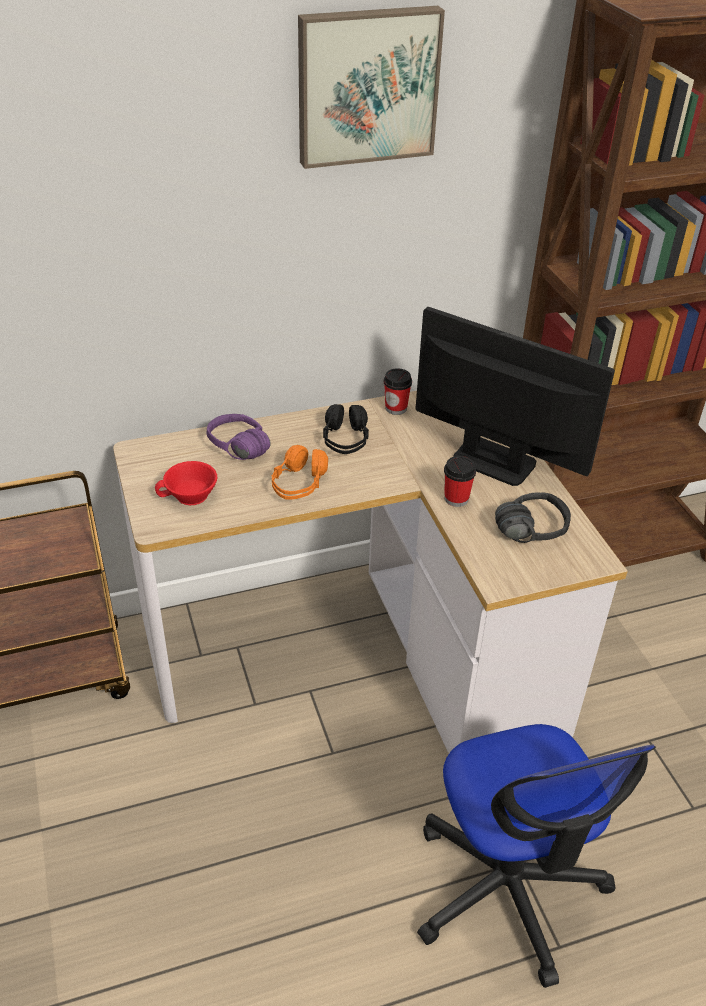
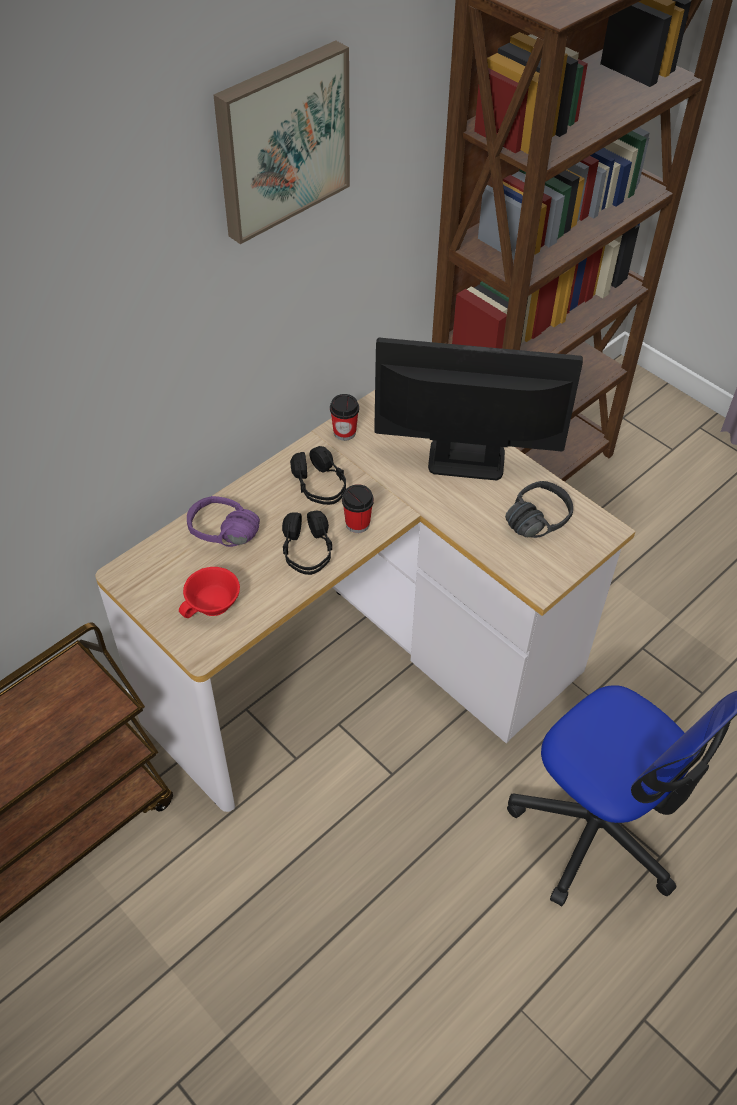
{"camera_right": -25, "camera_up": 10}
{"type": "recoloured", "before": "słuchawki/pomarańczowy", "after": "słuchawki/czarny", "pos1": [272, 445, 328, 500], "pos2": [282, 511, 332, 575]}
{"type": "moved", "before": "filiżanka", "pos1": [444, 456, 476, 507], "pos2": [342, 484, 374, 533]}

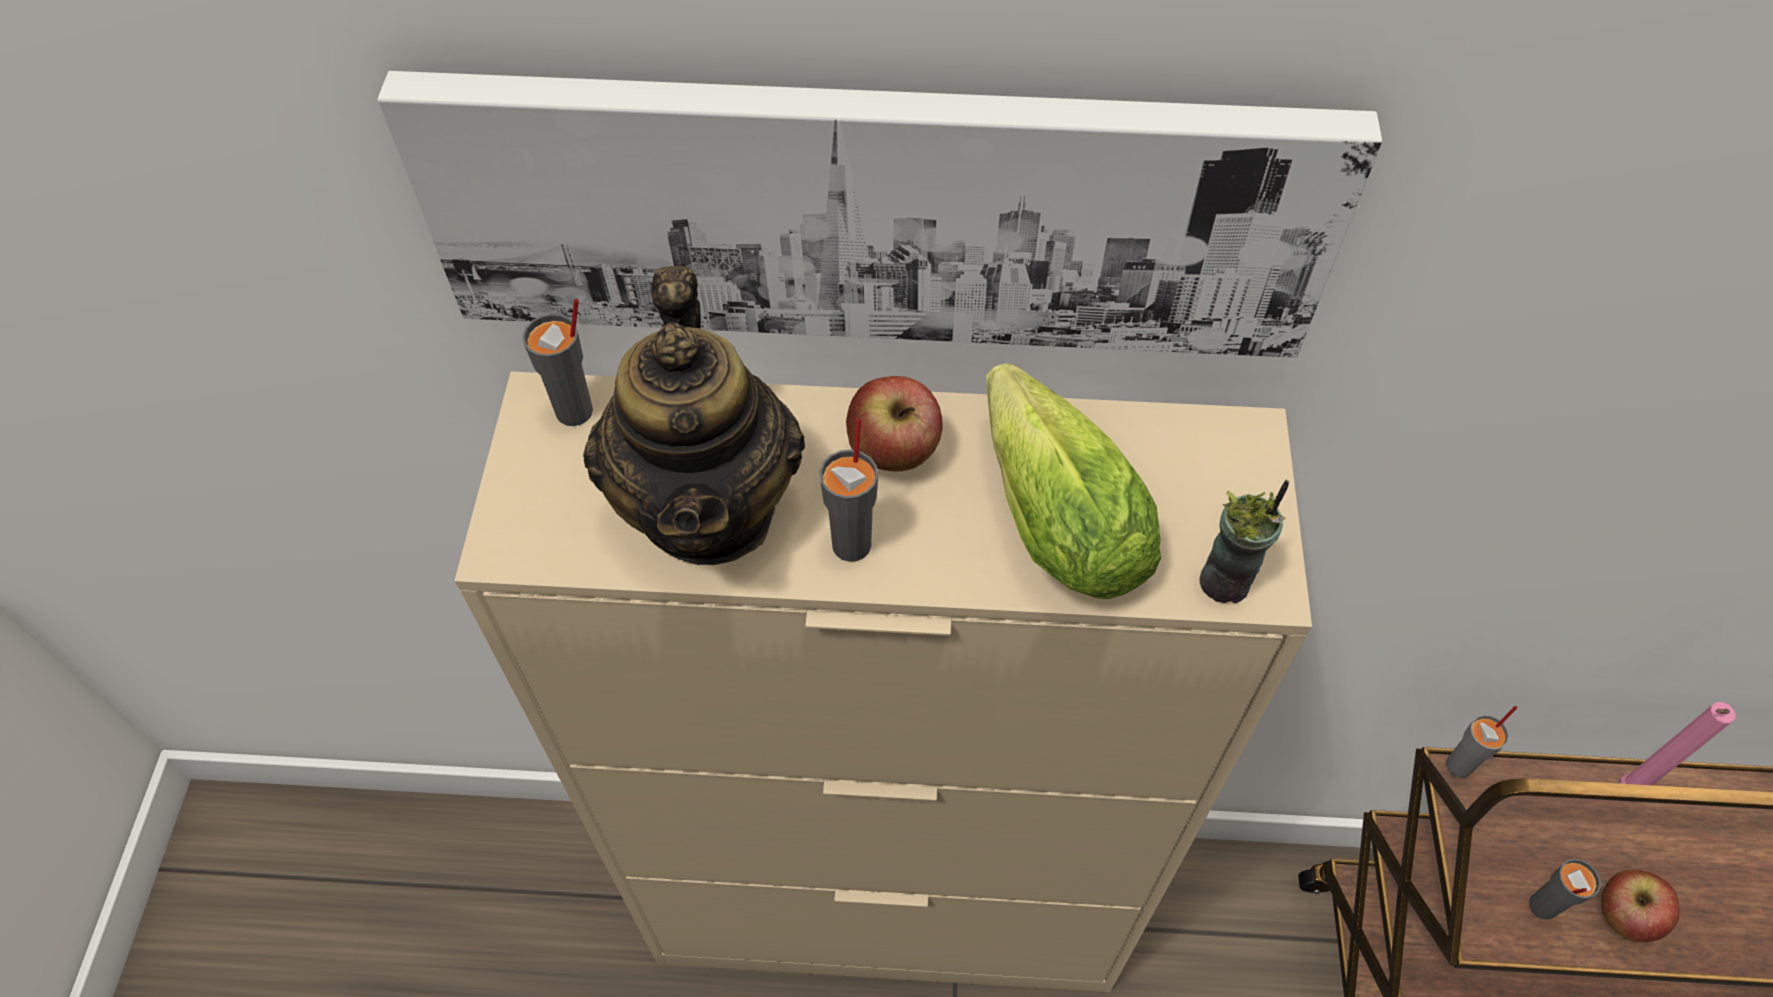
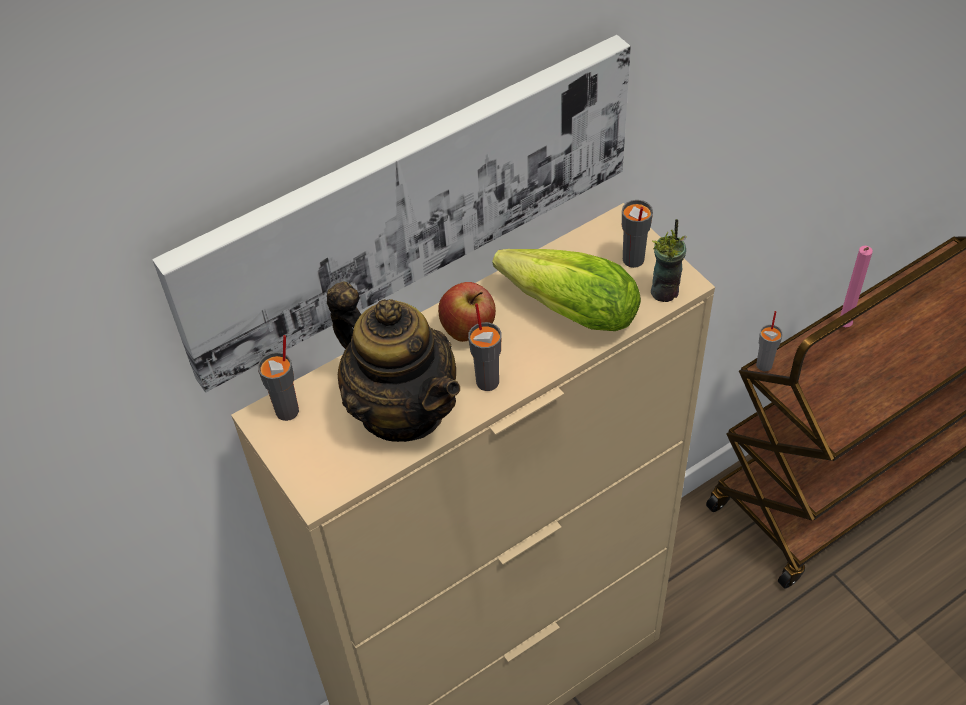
{"camera_right": -35, "camera_up": -5}
{"type": "moved", "before": "filiżanka/szary", "pos1": [1529, 859, 1601, 920], "pos2": [622, 200, 653, 268]}
{"type": "removed", "before": "jabłko", "pos1": [1601, 870, 1680, 943]}

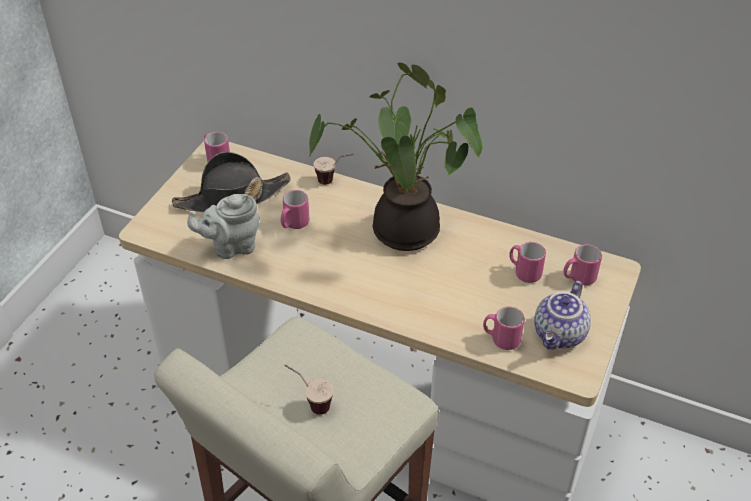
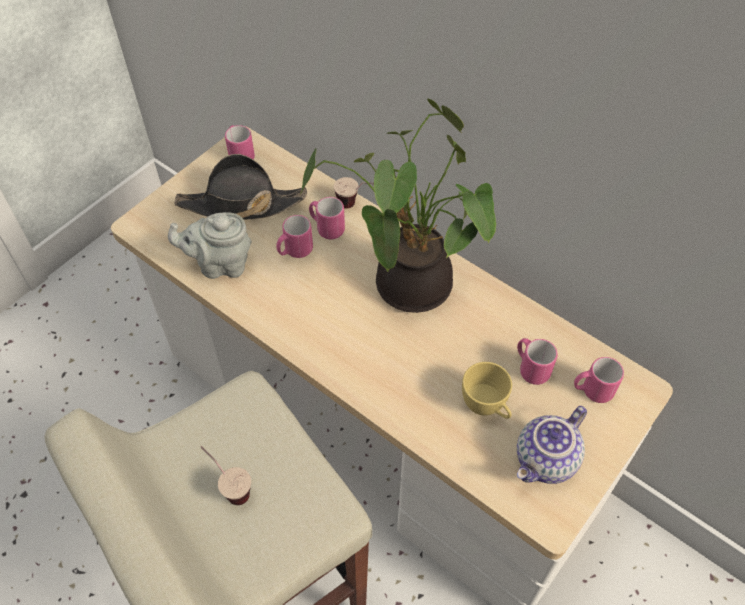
{"camera_right": 15, "camera_up": 10}
{"type": "moved", "before": "kubek/różowy", "pos1": [483, 307, 525, 350], "pos2": [309, 197, 345, 239]}
{"type": "added", "after": "filiżanka/żółty", "pos2": [462, 362, 512, 419]}

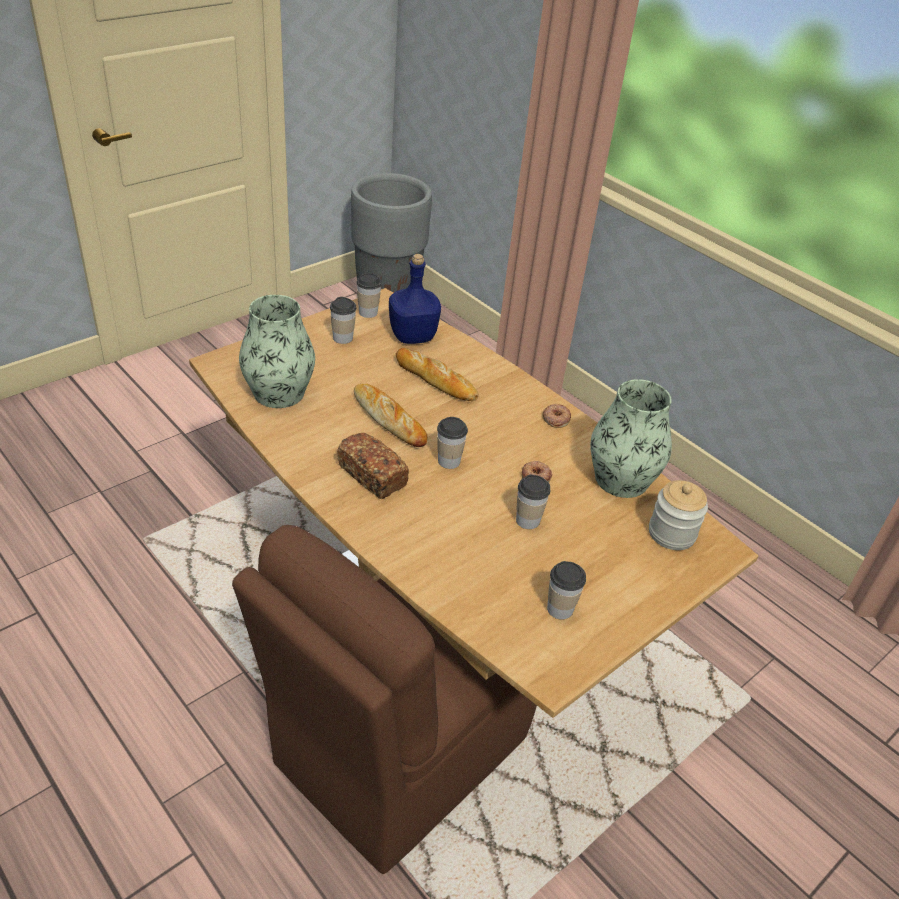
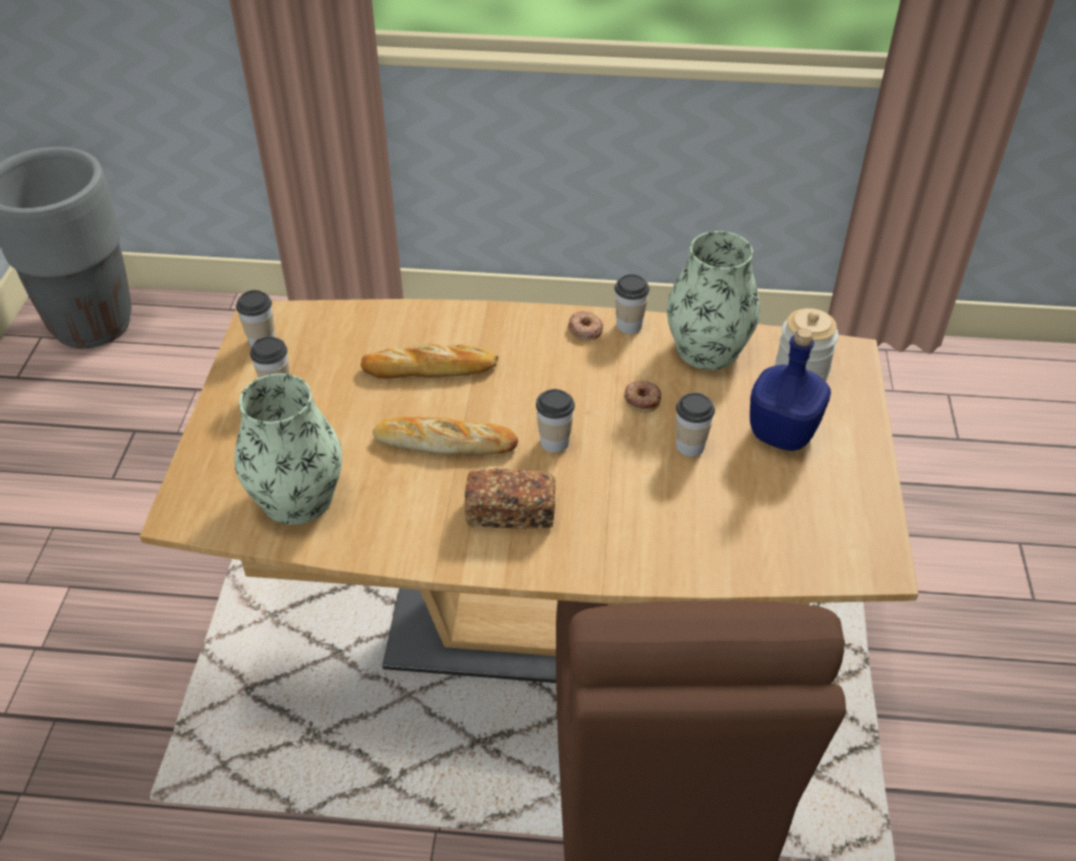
{"camera_right": -40, "camera_up": 5}
{"type": "moved", "before": "filiżanka", "pos1": [547, 561, 586, 620], "pos2": [615, 274, 650, 334]}
{"type": "moved", "before": "butelka/niebieski", "pos1": [389, 254, 441, 344], "pos2": [750, 328, 831, 451]}

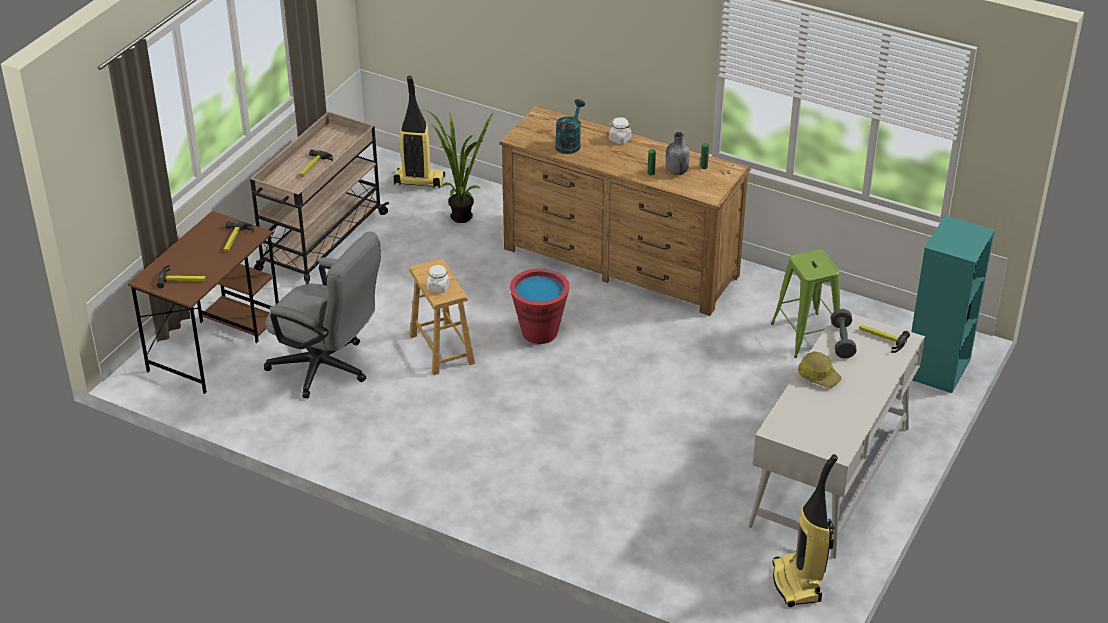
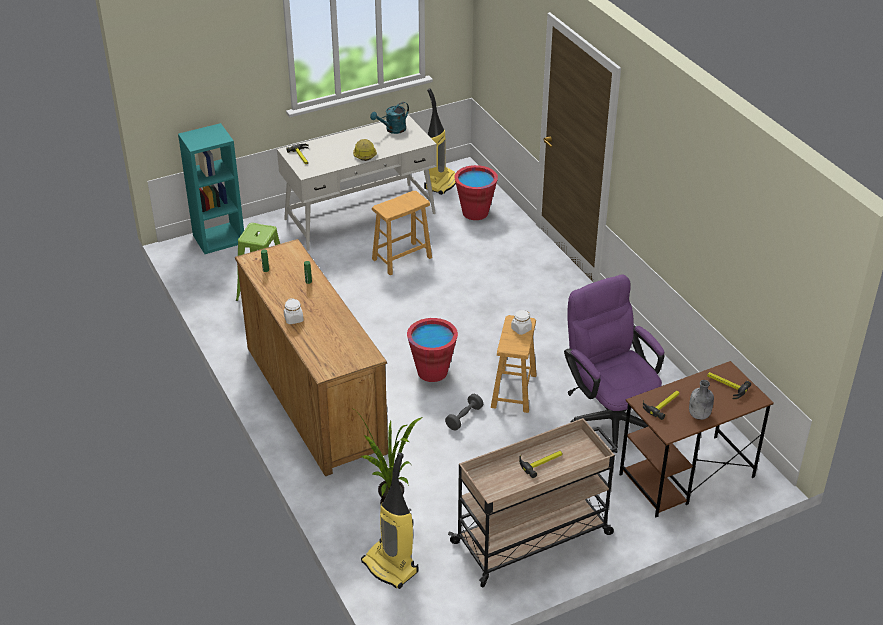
{"camera_right": -145, "camera_up": 0}
{"type": "moved", "before": "konewka/turkusowy", "pos1": [555, 99, 585, 154], "pos2": [370, 102, 409, 134]}
{"type": "added", "after": "stołek/brązowy", "pos2": [372, 191, 432, 275]}
{"type": "moved", "before": "hantel/szary", "pos1": [831, 309, 857, 359], "pos2": [445, 394, 483, 431]}
{"type": "added", "after": "wiadro/czerwony", "pos2": [454, 165, 498, 220]}
{"type": "recoloured", "before": "krzesło biurowe/szary", "after": "krzesło biurowe/fioletowy", "pos1": [264, 231, 381, 398], "pos2": [564, 274, 665, 453]}
{"type": "moved", "before": "butelka/szary", "pos1": [666, 132, 690, 175], "pos2": [689, 380, 714, 420]}

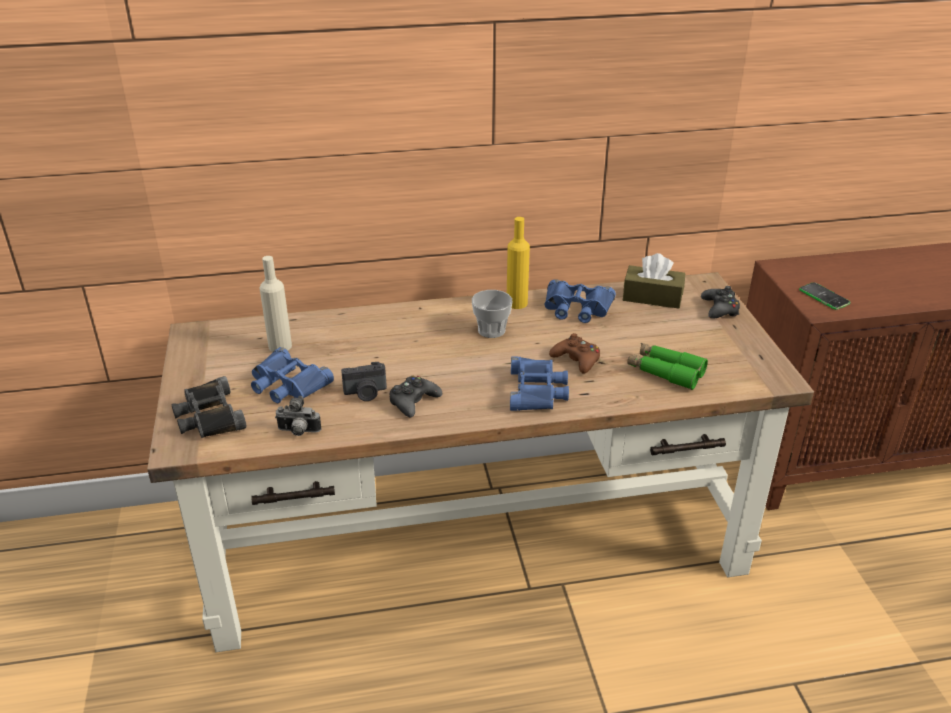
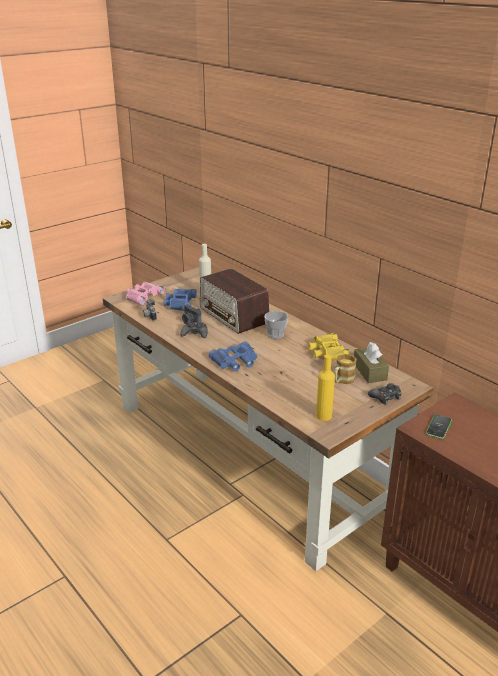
{"camera_right": 60, "camera_up": -5}
{"type": "recoloured", "before": "lornetka/czarny", "after": "lornetka/różowy", "pos1": [171, 376, 246, 438], "pos2": [126, 282, 165, 306]}
{"type": "added", "after": "radio", "pos2": [200, 269, 269, 334]}
{"type": "recoloured", "before": "lornetka/niebieski", "after": "lornetka/żółty", "pos1": [544, 279, 616, 323], "pos2": [308, 333, 350, 360]}
{"type": "moved", "before": "butelka/żółty", "pos1": [507, 217, 530, 309], "pos2": [316, 355, 335, 421]}
{"type": "added", "after": "kubek", "pos2": [334, 354, 357, 384]}
{"type": "removed", "before": "pad do gier/brązowy", "pos1": [549, 333, 600, 374]}
{"type": "removed", "before": "lornetka/zielony", "pos1": [627, 343, 708, 390]}

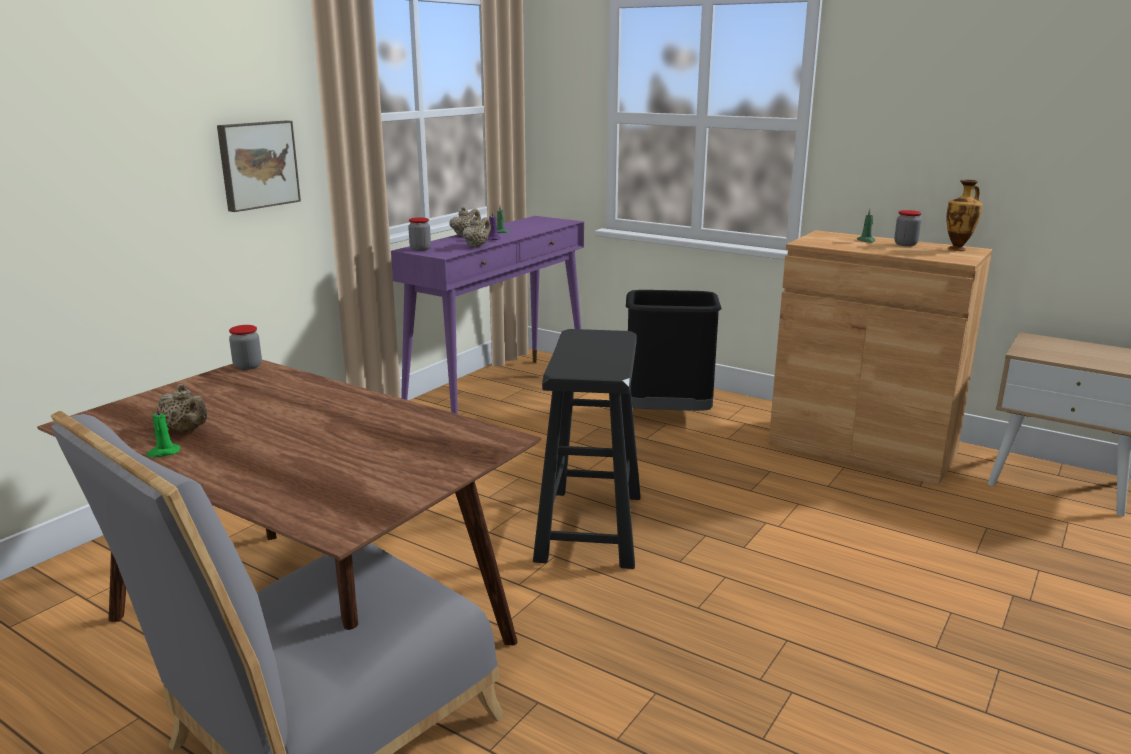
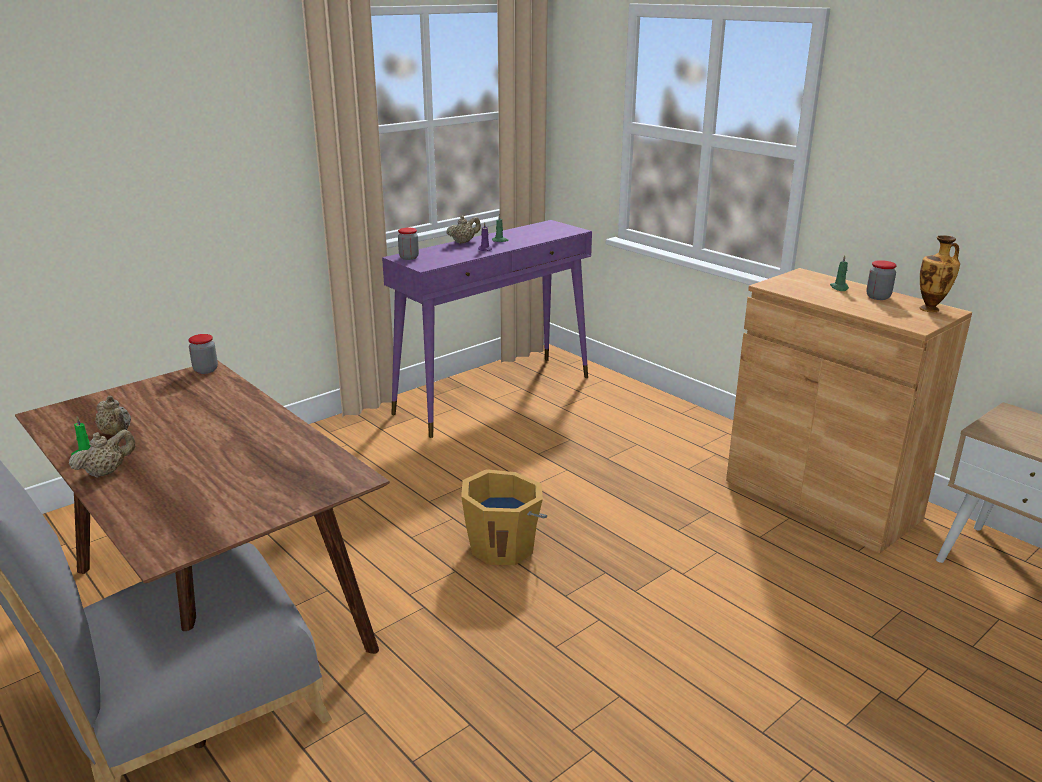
{"camera_right": 15, "camera_up": 5}
{"type": "moved", "before": "imbryk/beżowy", "pos1": [463, 216, 491, 247], "pos2": [69, 429, 135, 478]}
{"type": "replaced", "before": "stołek/czarny", "after": "wiadro/pomarańczowy", "pos1": [533, 329, 641, 569], "pos2": [461, 469, 547, 565]}
{"type": "removed", "before": "obraz", "pos1": [217, 120, 301, 212]}
{"type": "removed", "before": "kosz na śmieci/czarny", "pos1": [626, 290, 722, 411]}

